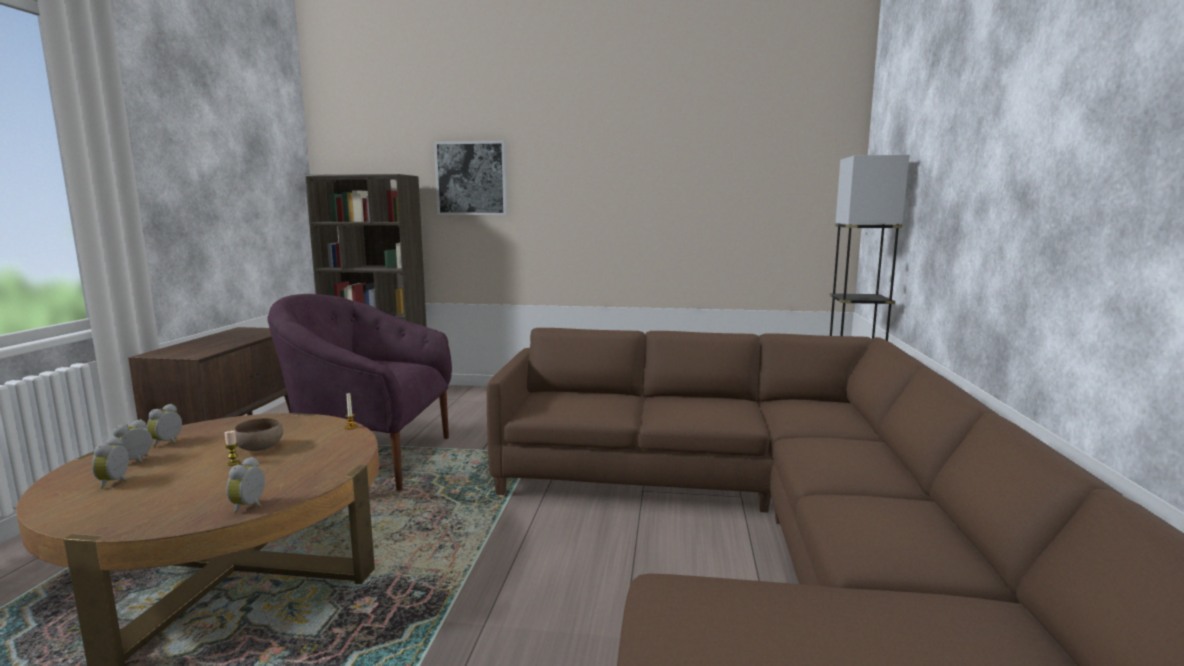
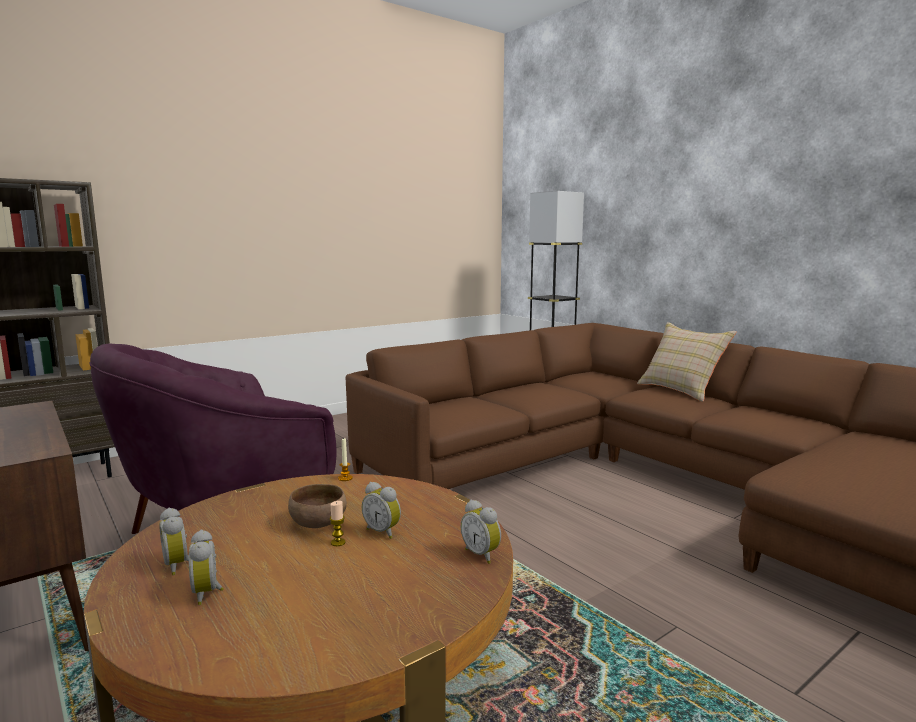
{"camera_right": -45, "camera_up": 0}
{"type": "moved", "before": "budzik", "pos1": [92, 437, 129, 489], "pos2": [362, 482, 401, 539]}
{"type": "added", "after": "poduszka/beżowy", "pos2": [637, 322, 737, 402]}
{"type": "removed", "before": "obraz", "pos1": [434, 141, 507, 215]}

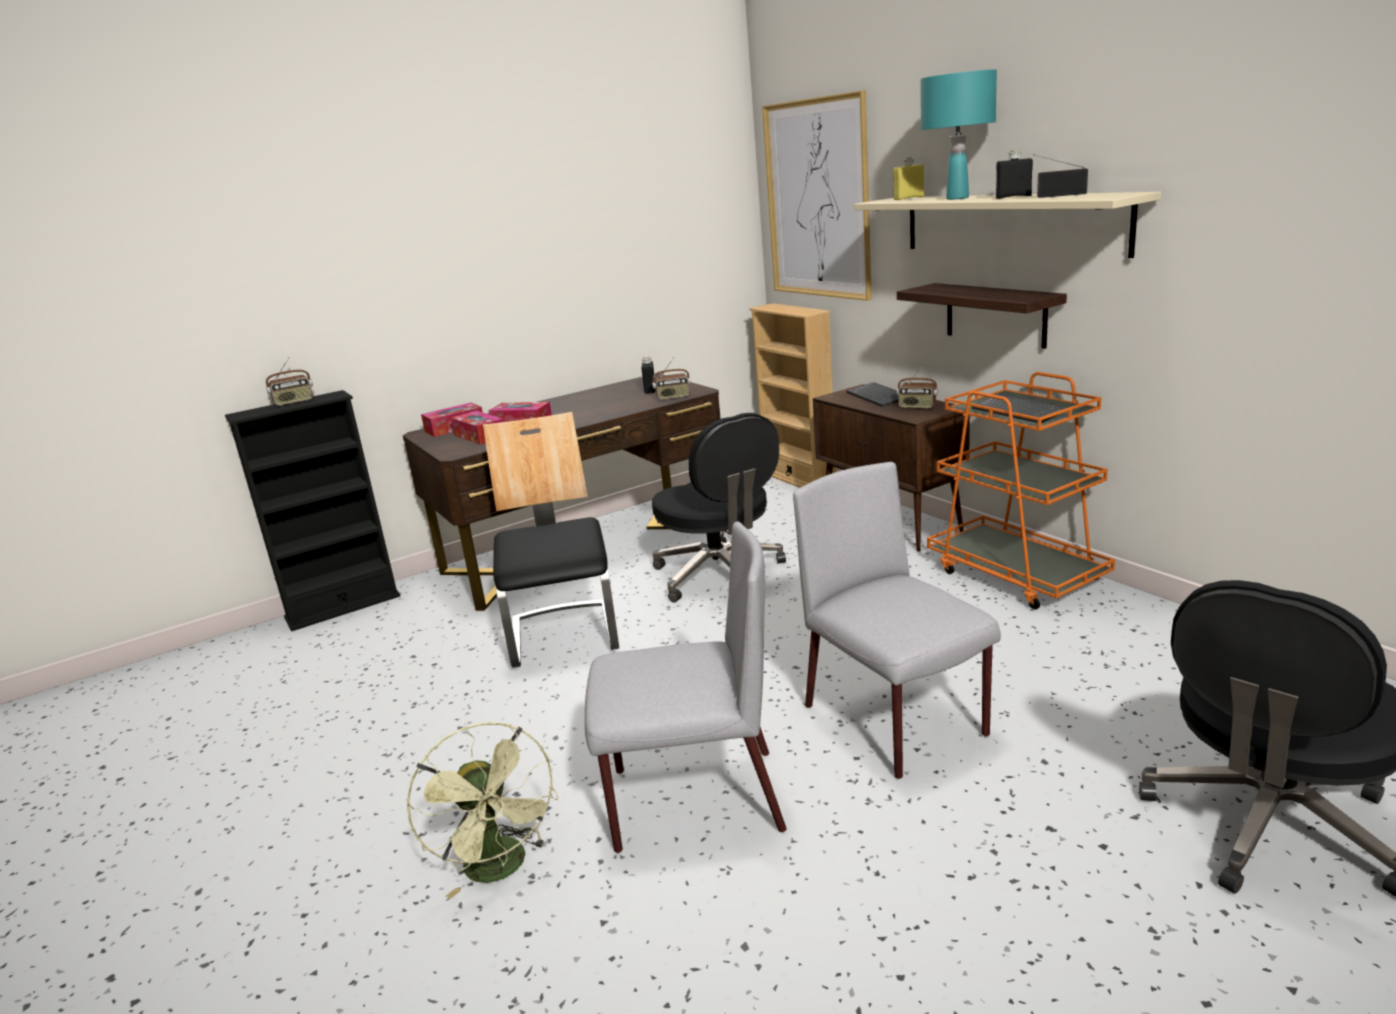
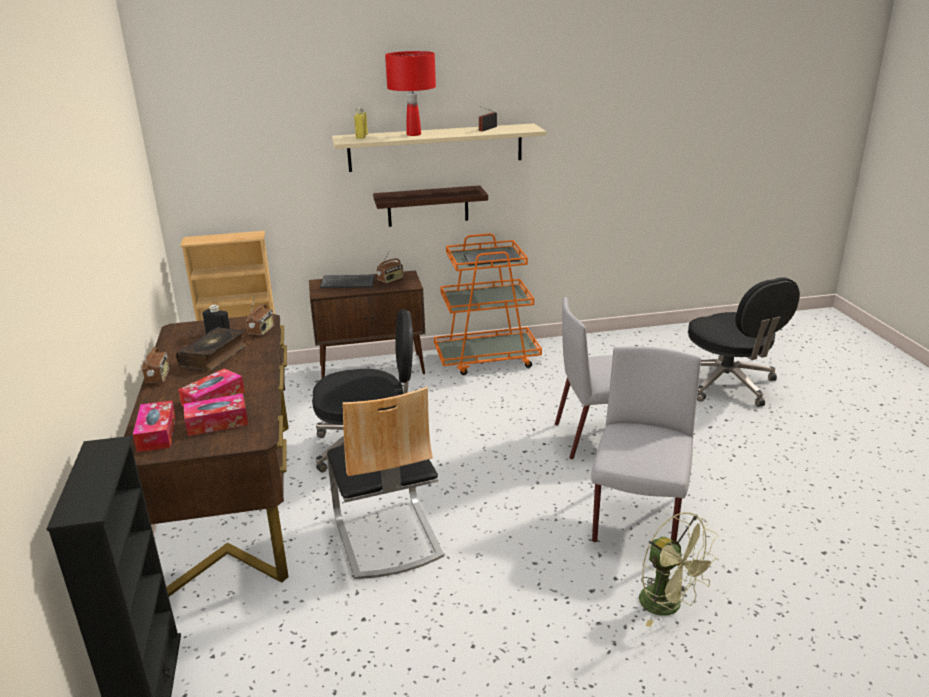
{"camera_right": -70, "camera_up": 5}
{"type": "moved", "before": "radio", "pos1": [266, 357, 313, 406], "pos2": [142, 348, 169, 384]}
{"type": "added", "after": "książka", "pos2": [176, 327, 247, 372]}
{"type": "turned", "before": "krzesło", "pos1": [483, 412, 619, 668], "pos2": [327, 387, 444, 579], "turn": -120}
{"type": "recoloured", "before": "lampa stołowa/turkusowy", "after": "lampa stołowa/czerwony", "pos1": [920, 69, 997, 200], "pos2": [385, 51, 436, 136]}
{"type": "turned", "before": "wentylator/zielony", "pos1": [406, 722, 558, 899], "pos2": [639, 512, 719, 627], "turn": 60}
{"type": "removed", "before": "obraz", "pos1": [762, 90, 872, 301]}
{"type": "removed", "before": "butelka/czarny", "pos1": [996, 150, 1033, 199]}

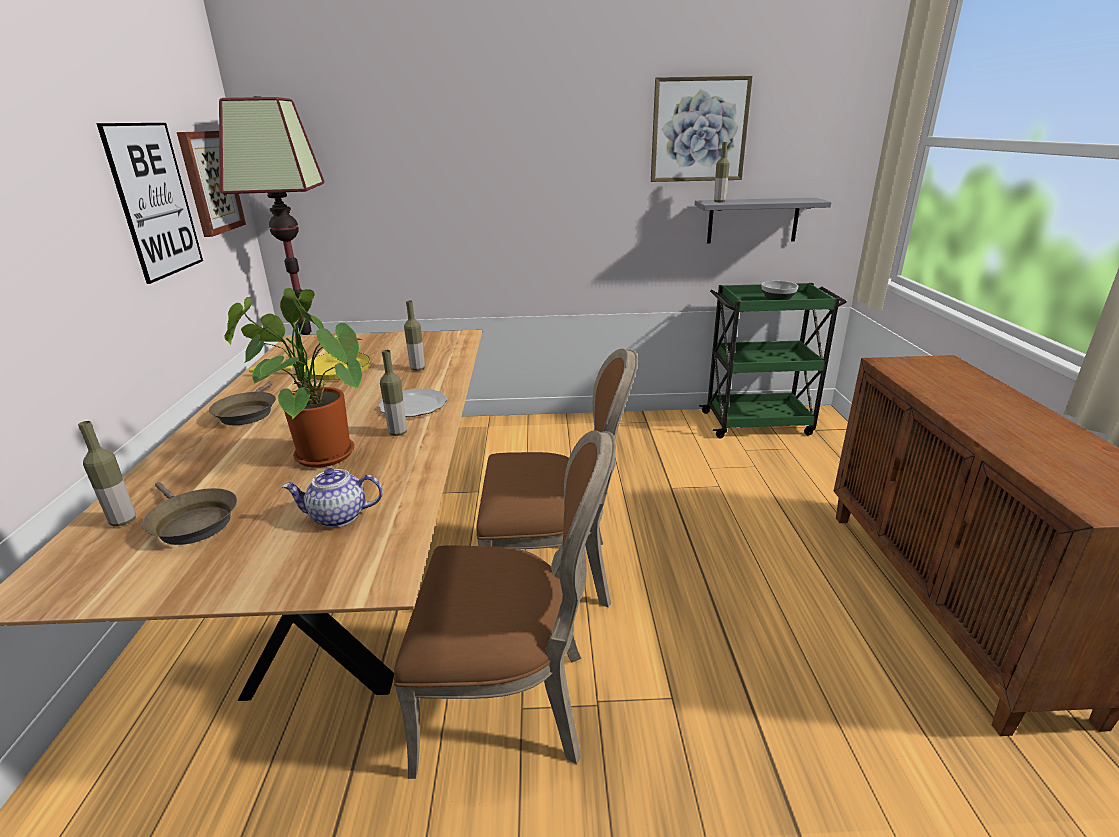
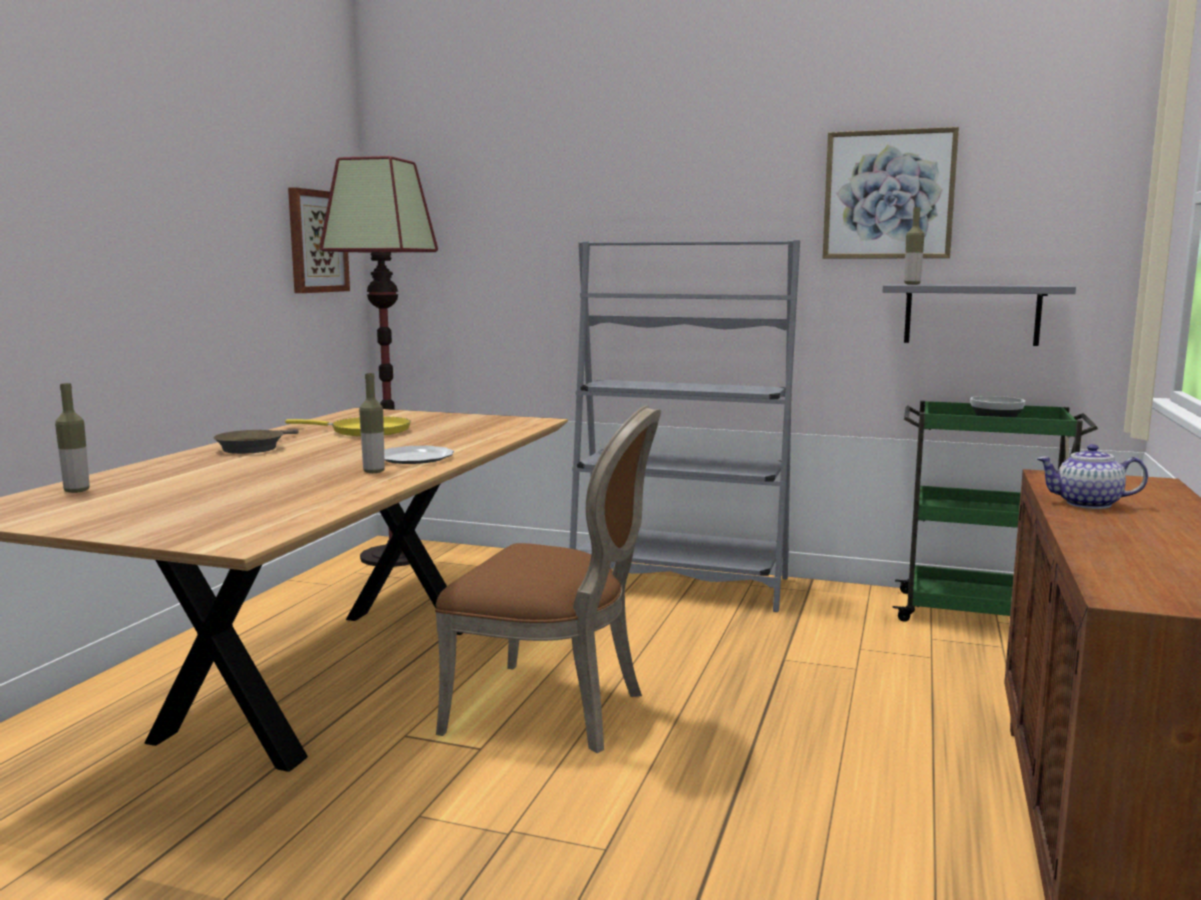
{"camera_right": 20, "camera_up": -15}
{"type": "added", "after": "regał/szary", "pos2": [569, 239, 800, 612]}
{"type": "moved", "before": "imbryk", "pos1": [282, 468, 383, 528], "pos2": [1037, 444, 1148, 509]}
{"type": "removed", "before": "obraz", "pos1": [96, 123, 203, 284]}
{"type": "removed", "before": "patelnia/brązowy", "pos1": [142, 482, 237, 545]}
{"type": "removed", "before": "roślina doniczkowa", "pos1": [224, 288, 367, 468]}
{"type": "removed", "before": "krzesło/brązowy", "pos1": [394, 430, 616, 779]}
{"type": "removed", "before": "butelka", "pos1": [404, 300, 425, 371]}

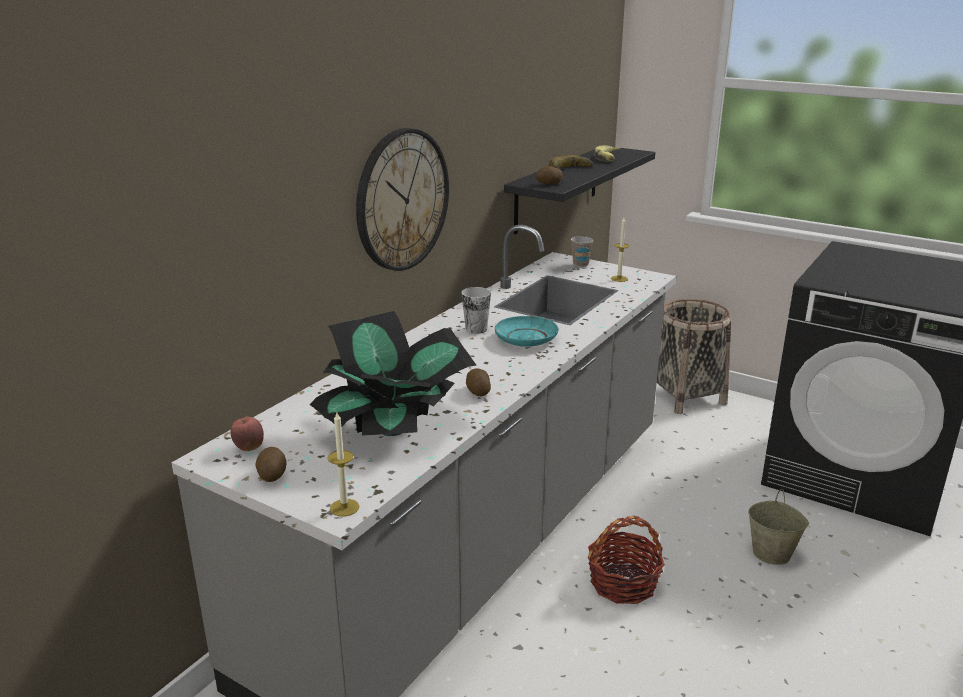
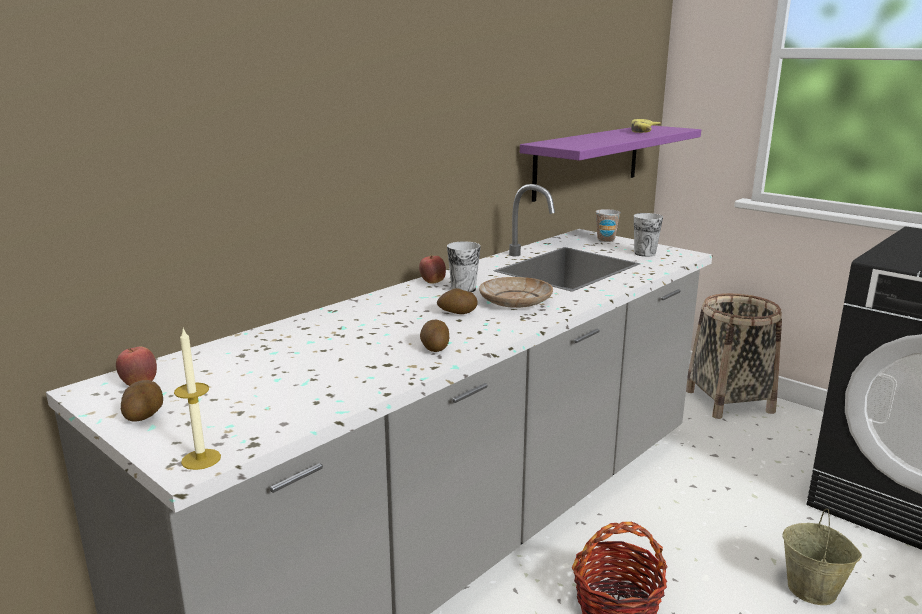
{"camera_right": 10, "camera_up": -5}
{"type": "added", "after": "jabłko", "pos2": [419, 255, 446, 284]}
{"type": "moved", "before": "ziemniak", "pos1": [535, 166, 563, 184], "pos2": [437, 288, 478, 314]}
{"type": "recoloured", "before": "talerz/turkusowy", "after": "talerz/beżowy", "pos1": [495, 316, 558, 347], "pos2": [479, 277, 553, 308]}
{"type": "recoloured", "before": "półka/czarny", "after": "półka/fioletowy", "pos1": [504, 148, 655, 234], "pos2": [520, 125, 701, 202]}
{"type": "replaced", "before": "świeca", "after": "filiżanka", "pos1": [611, 217, 629, 282], "pos2": [634, 213, 663, 257]}
{"type": "removed", "before": "roślina doniczkowa", "pos1": [310, 311, 477, 436]}
{"type": "removed", "before": "zegar ścienny", "pos1": [356, 128, 449, 271]}
{"type": "removed", "before": "banan", "pos1": [549, 155, 593, 169]}

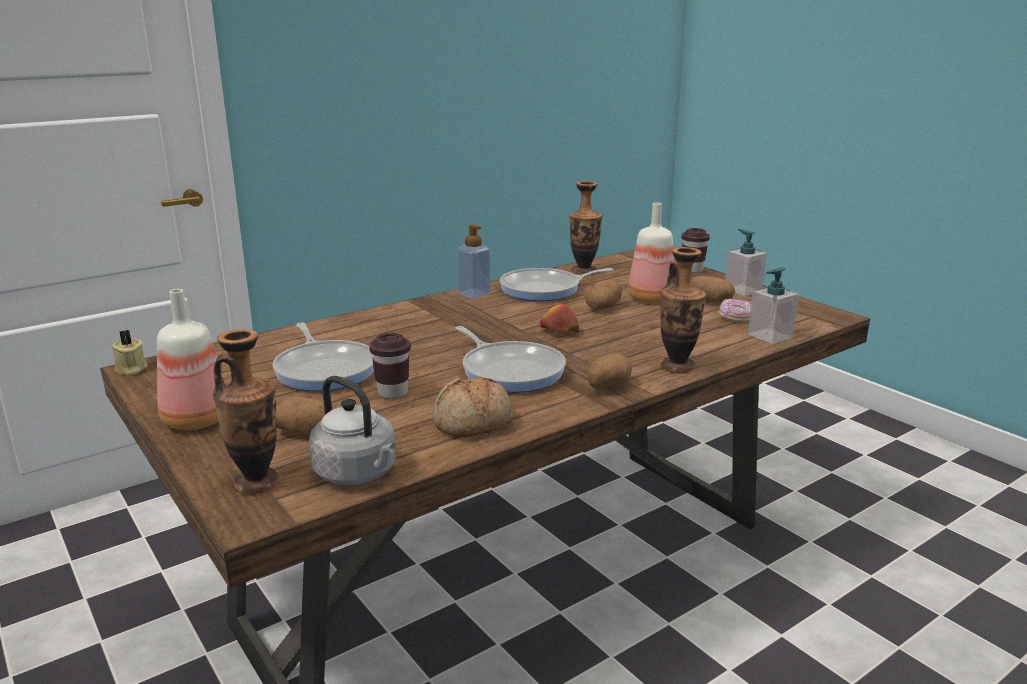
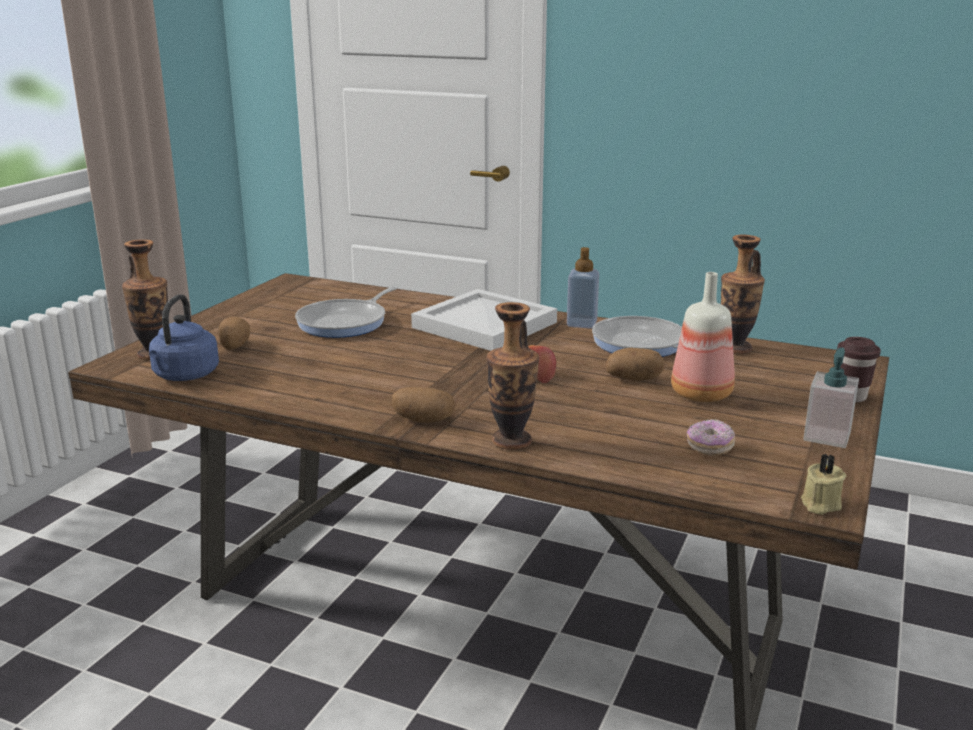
{"camera_right": 60, "camera_up": 0}
{"type": "recoloured", "before": "czajnik/szary", "after": "czajnik/niebieski", "pos1": [309, 376, 396, 485], "pos2": [149, 294, 219, 381]}
{"type": "added", "after": "taca/biały", "pos2": [411, 289, 557, 351]}
{"type": "moved", "before": "świeca/beżowy", "pos1": [112, 330, 148, 376], "pos2": [801, 454, 846, 515]}
{"type": "removed", "before": "butelka", "pos1": [157, 289, 224, 430]}
{"type": "removed", "before": "filiżanka/brązowy", "pos1": [369, 333, 411, 399]}
{"type": "removed", "before": "chleb", "pos1": [432, 377, 514, 437]}
{"type": "removed", "before": "patelnia", "pos1": [455, 326, 566, 393]}
{"type": "removed", "before": "ziemniak", "pos1": [691, 276, 735, 302]}
{"type": "removed", "before": "dozownik mydła", "pos1": [748, 267, 799, 344]}

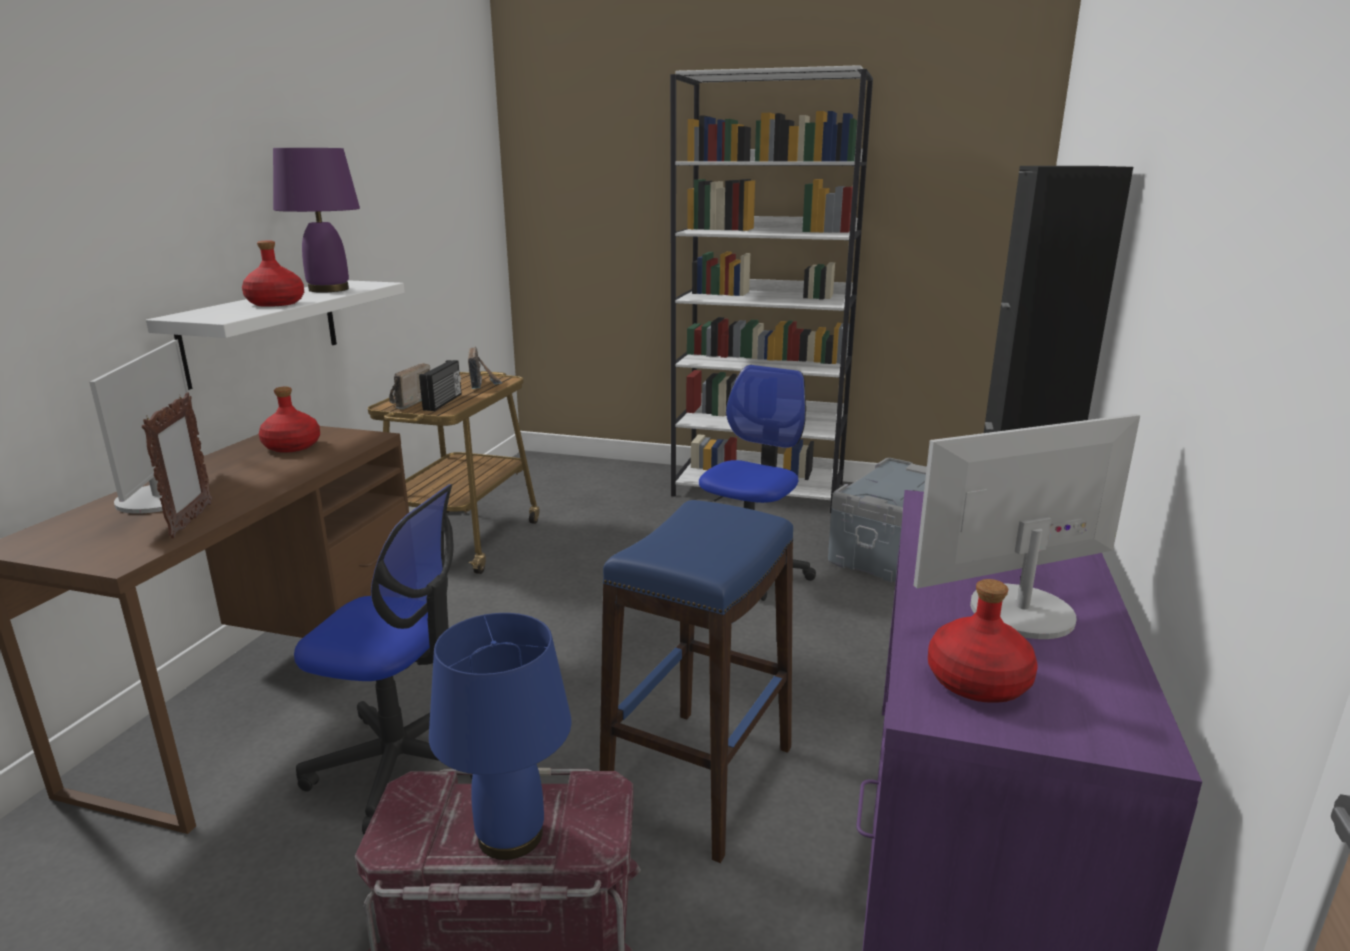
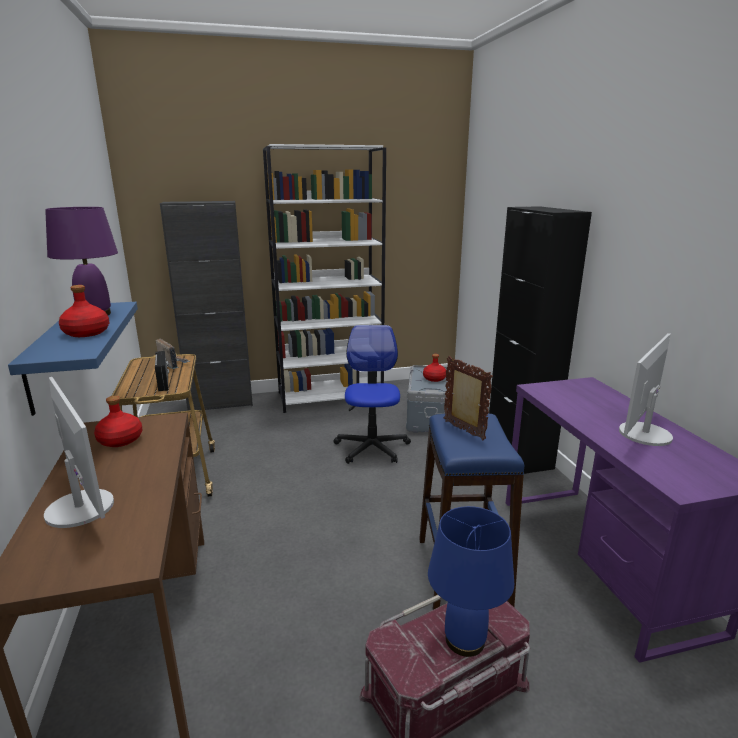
{"camera_right": -30, "camera_up": 0}
{"type": "recoloured", "before": "półka/biały", "after": "półka/niebieski", "pos1": [146, 280, 405, 390], "pos2": [8, 302, 138, 416]}
{"type": "added", "after": "szafka/czarny", "pos2": [160, 201, 253, 411]}
{"type": "moved", "before": "butelka/czerwony", "pos1": [928, 579, 1038, 703], "pos2": [423, 354, 446, 382]}
{"type": "moved", "before": "ramka na zdjęcie", "pos1": [142, 393, 212, 538], "pos2": [444, 356, 493, 440]}
{"type": "removed", "before": "krzesło biurowe", "pos1": [294, 484, 473, 834]}
{"type": "removed", "before": "radio", "pos1": [389, 363, 430, 409]}

